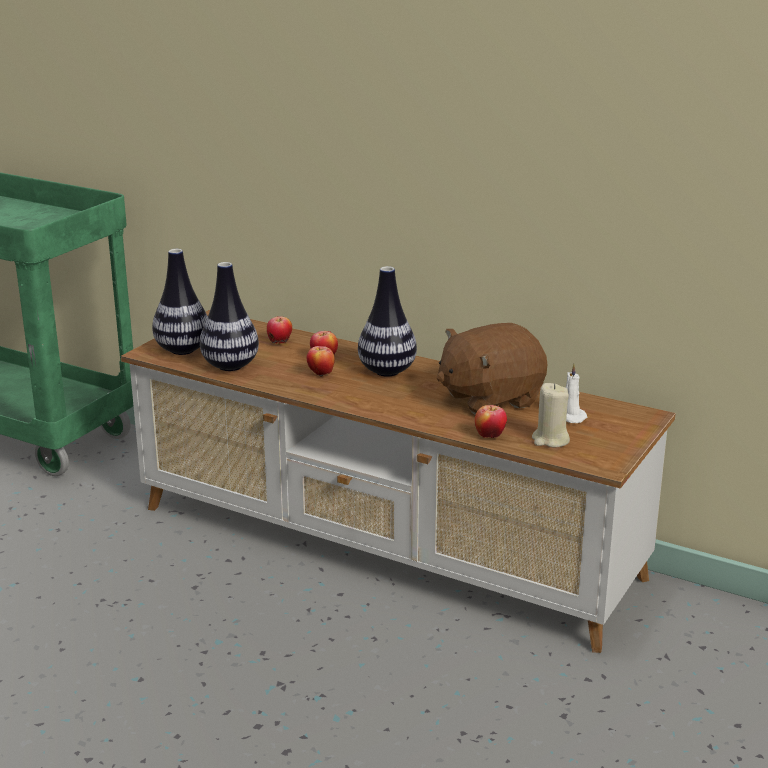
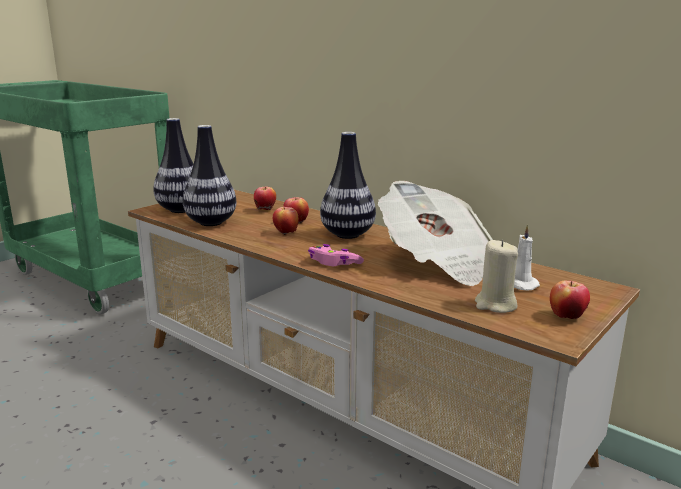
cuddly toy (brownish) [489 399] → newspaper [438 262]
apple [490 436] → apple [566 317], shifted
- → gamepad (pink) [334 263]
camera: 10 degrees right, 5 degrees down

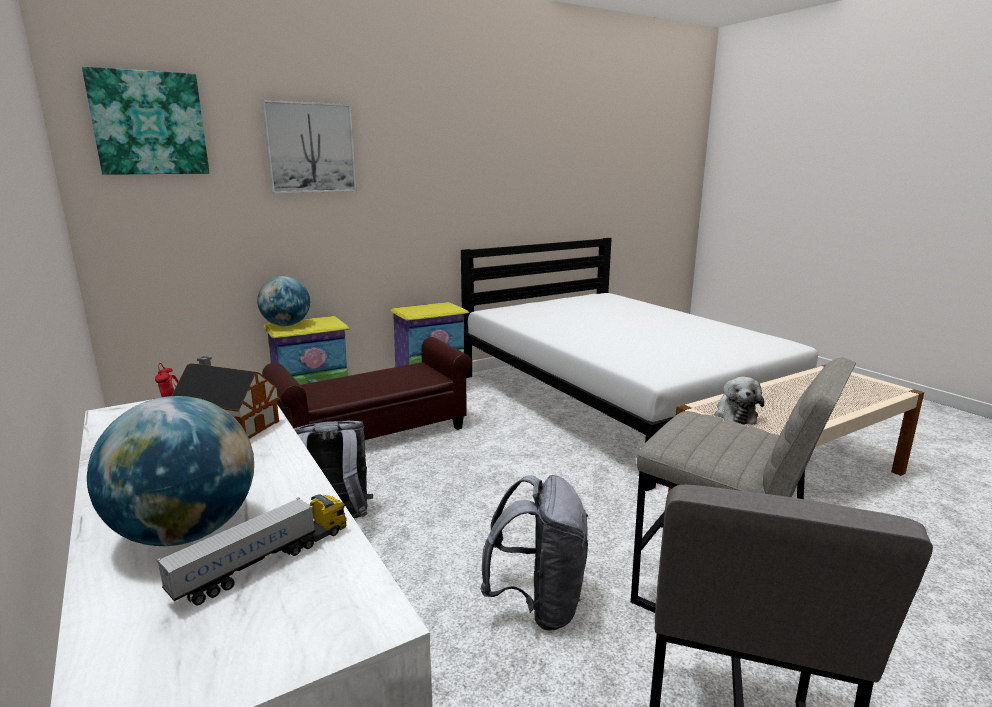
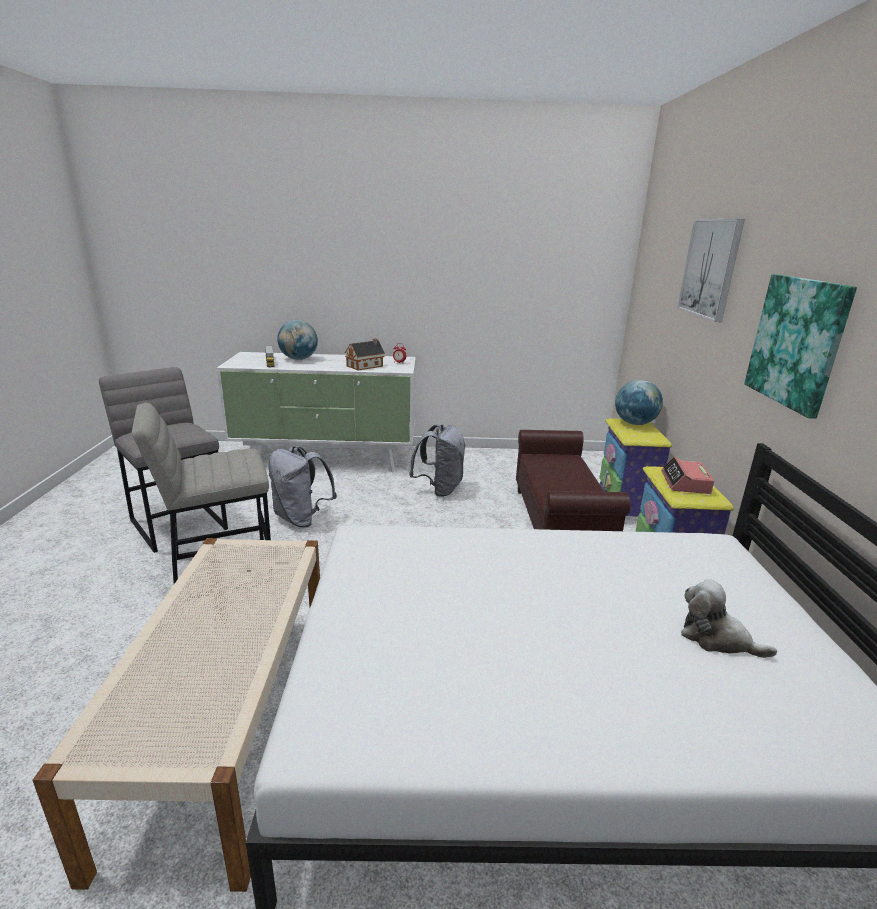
wall picture [149 123] → wall picture [797 342], shifted
cuddly toy [735 414] → cuddly toy [716 638], shifted
- → table clock [685 483]
camera: 120 degrees right, 5 degrees up

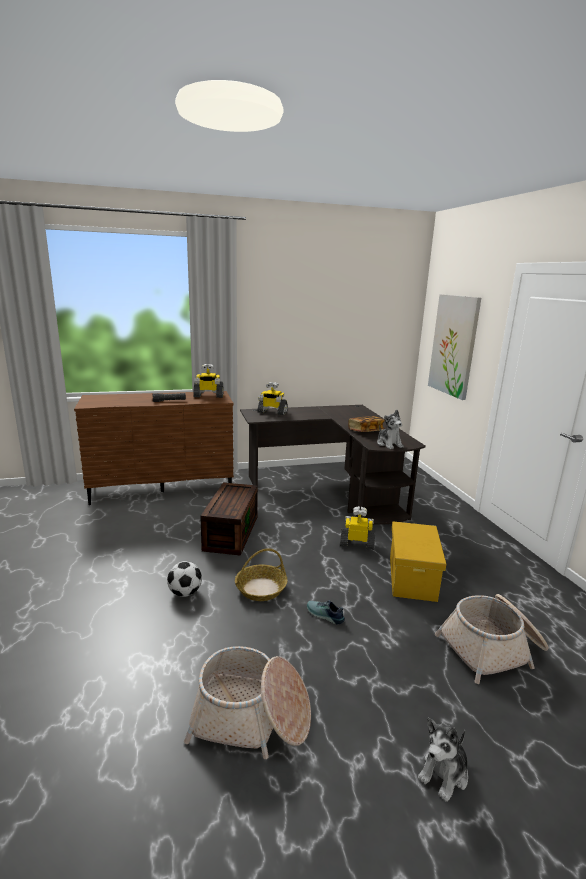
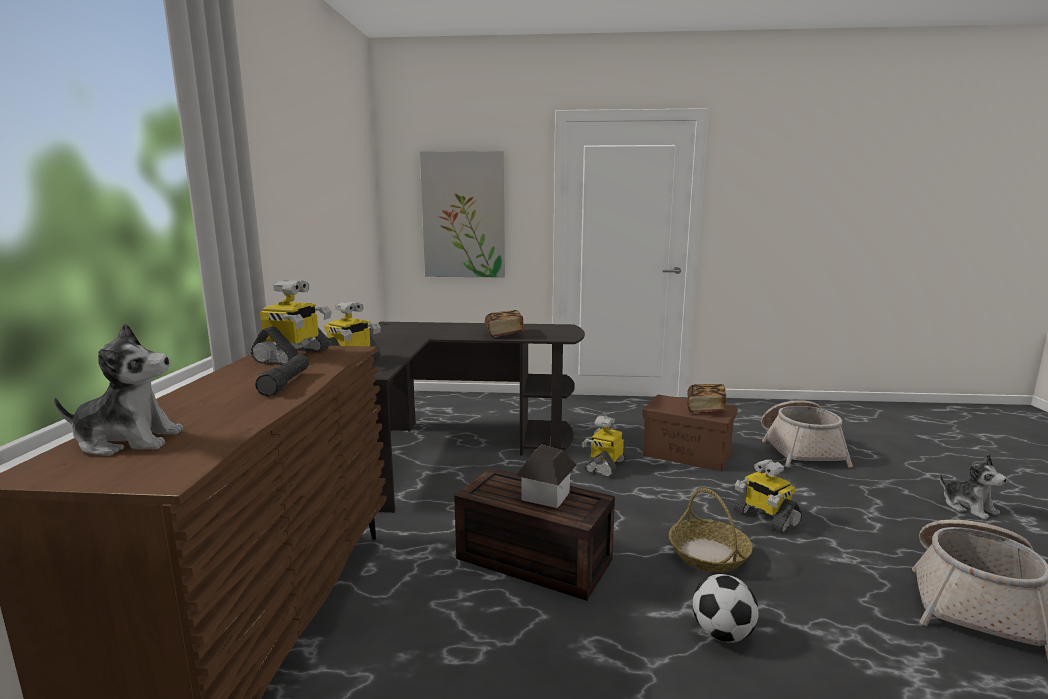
item of footwear [324 615] → model robot [765 518]
cuddly toy [389 444] → cuddly toy [128 441], shifted
storage container (yellow) [412 578] → storage container (brownish) [688 454]
- → toy house [546 495]
- → volume [705 408]
camera: 70 degrees left, 5 degrees down

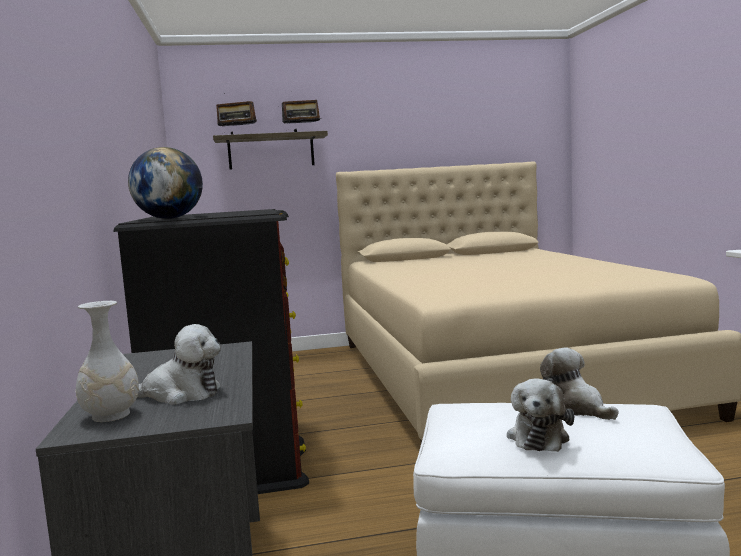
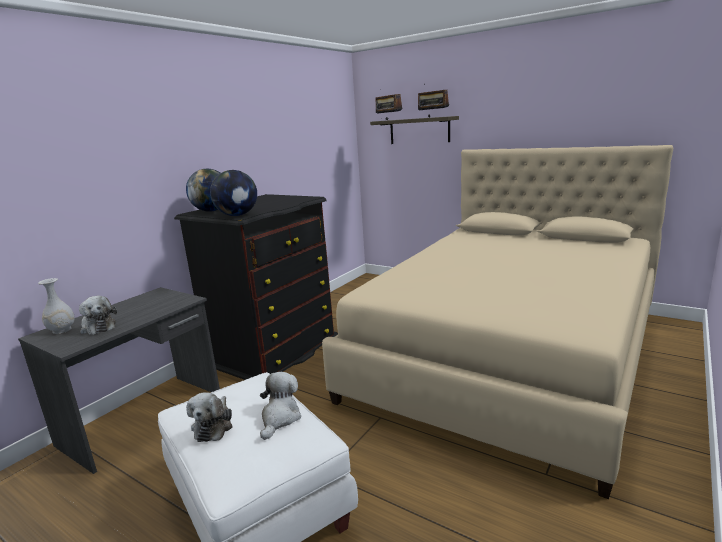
cuddly toy [538 437] → cuddly toy [213 426], 60 degrees counterclockwise
- → world globe [237 215]
camera: 45 degrees right, 10 degrees up

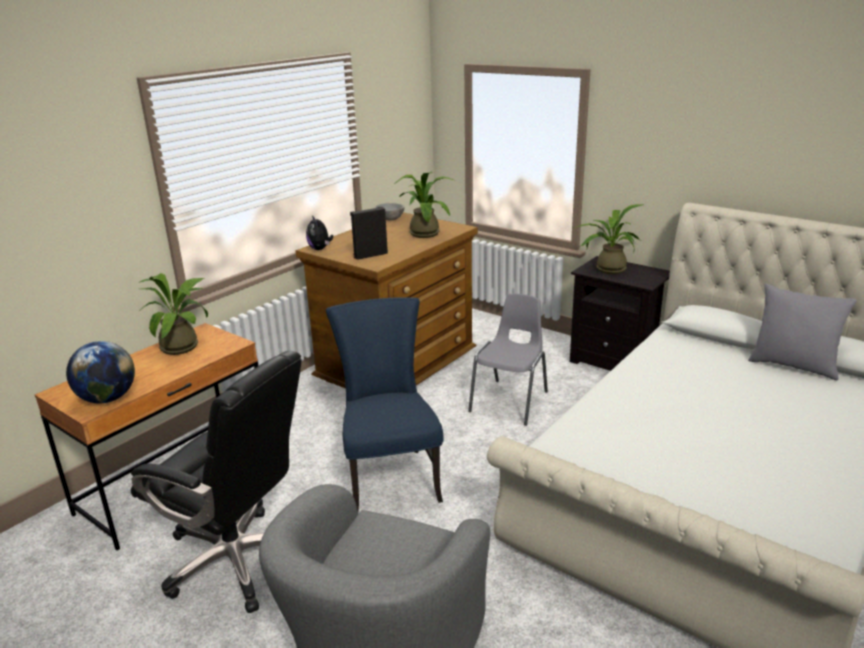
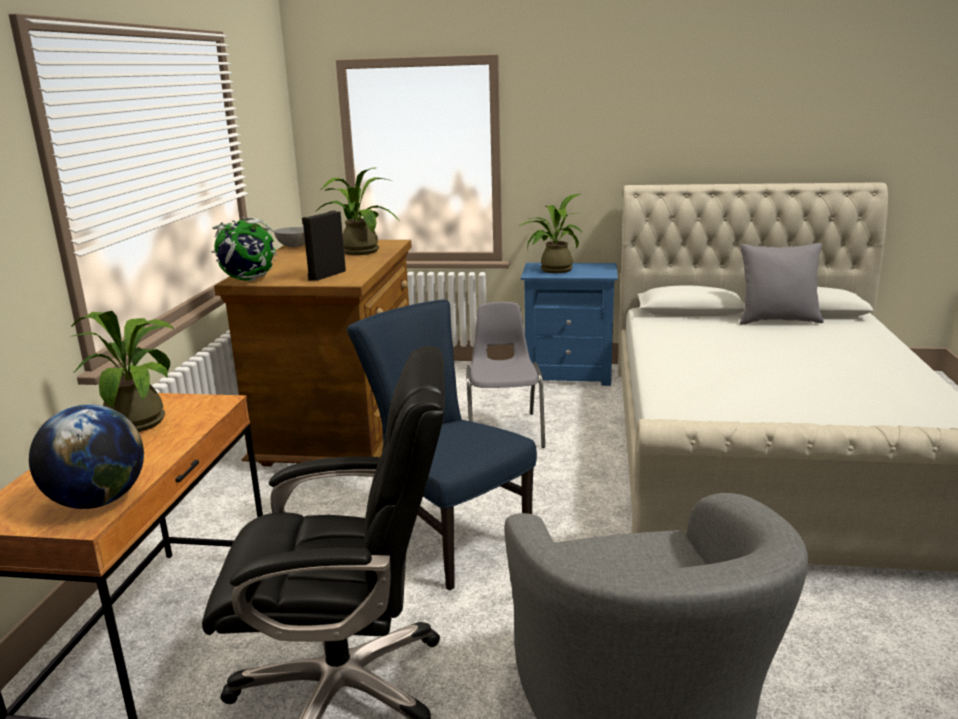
cuddly toy [320 249] → world globe [248 279]
bedside table (black-coloured) [615 362] → bedside table (bluish) [569 374]
camera: 30 degrees left, 5 degrees down

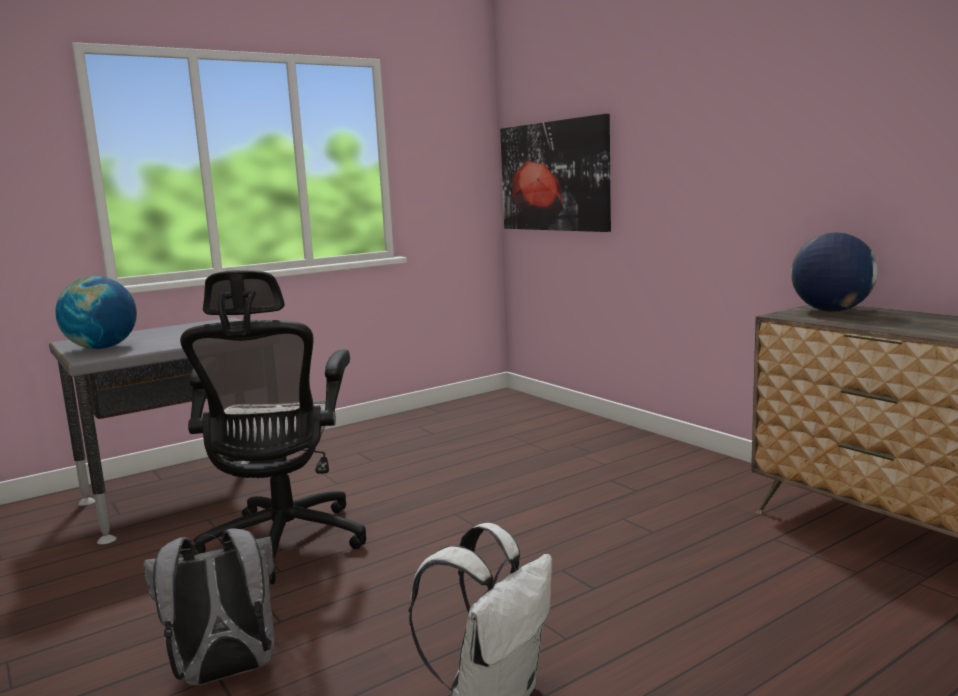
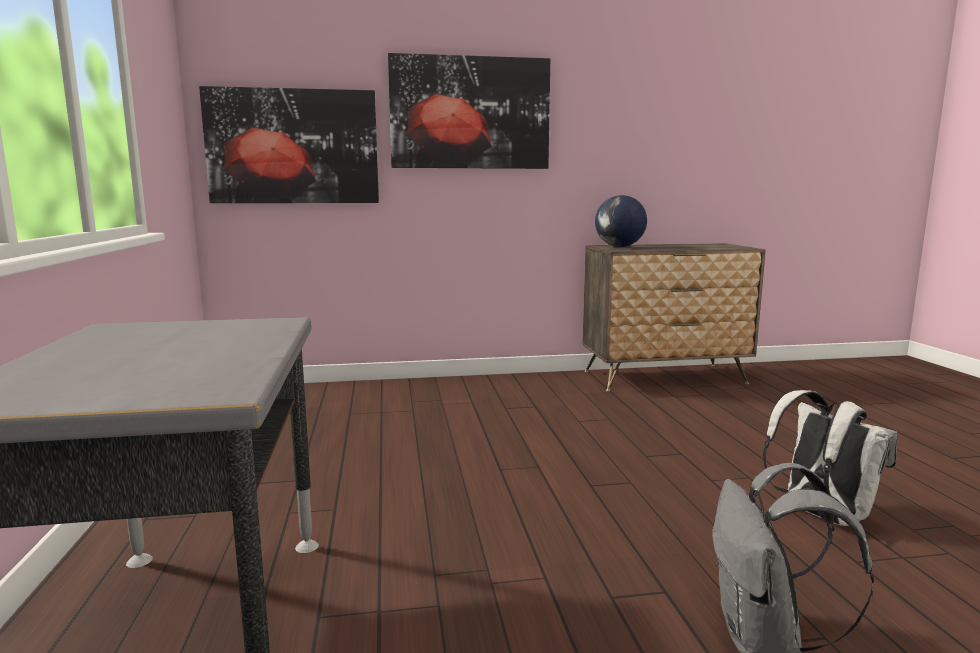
world globe [102 348] → -
computer chair [285 543] → -
- → wall picture [470 113]
camera: 65 degrees left, 0 degrees up

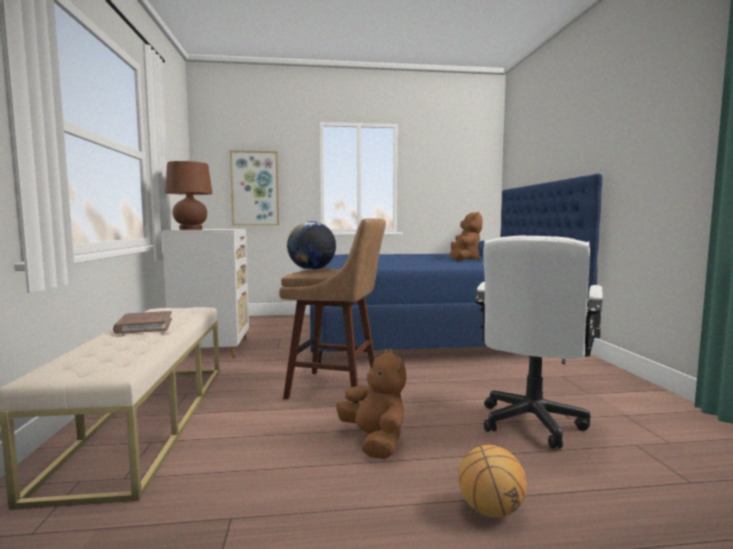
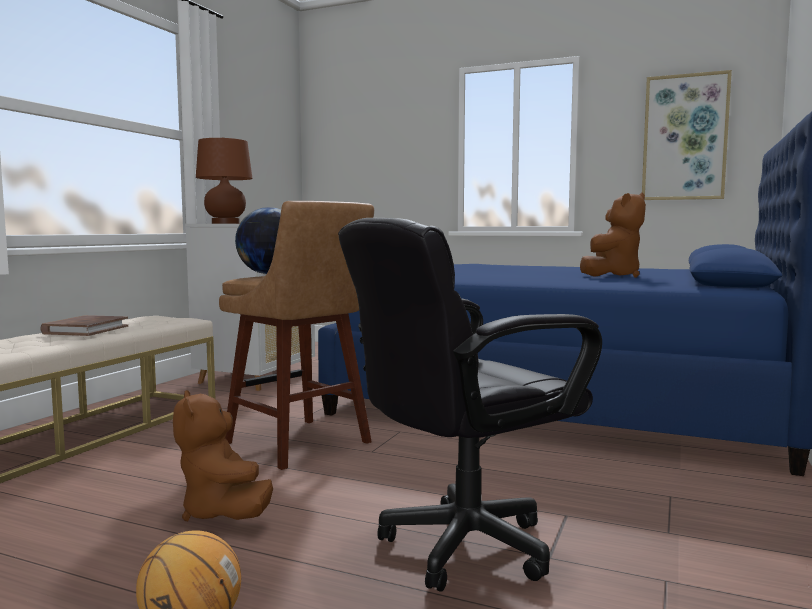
wall picture [255 188] → wall picture [685 137], shifted
cuddly toy (brownish) [375 442] → cuddly toy (brownish) [223 512], 150 degrees clockwise
computer chair (white-coloured) [531 426] → computer chair (black-coloured) [459 552]
camera: 30 degrees right, 0 degrees up

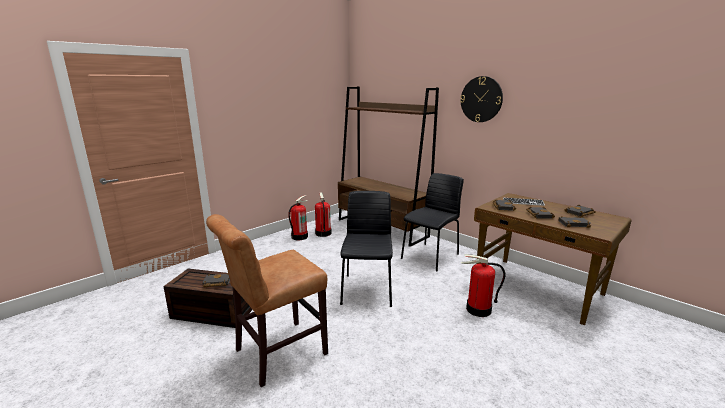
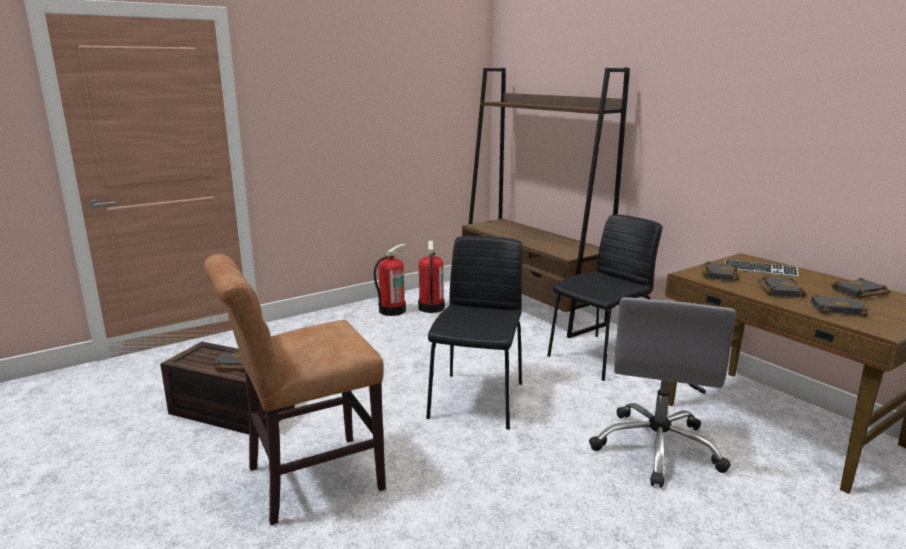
clock on the wall [481 99] → -
fire extinguisher [478 310] → computer chair (greyish) [657 448]
camera: 10 degrees right, 0 degrees up

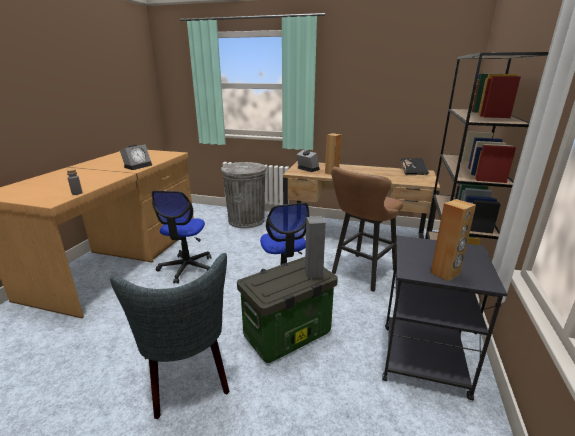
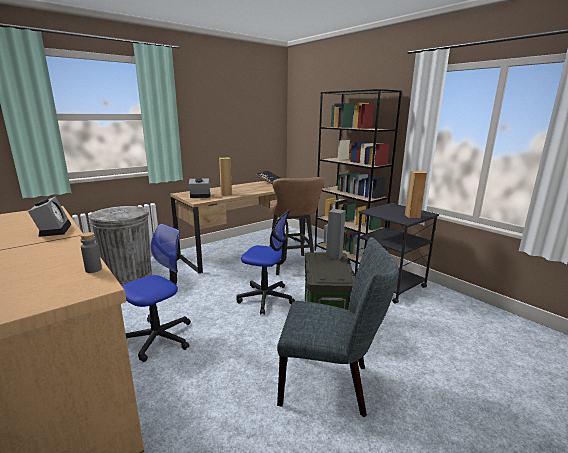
computer chair [187 268] → computer chair [158 338], 90 degrees counterclockwise
camera: 55 degrees left, 5 degrees down

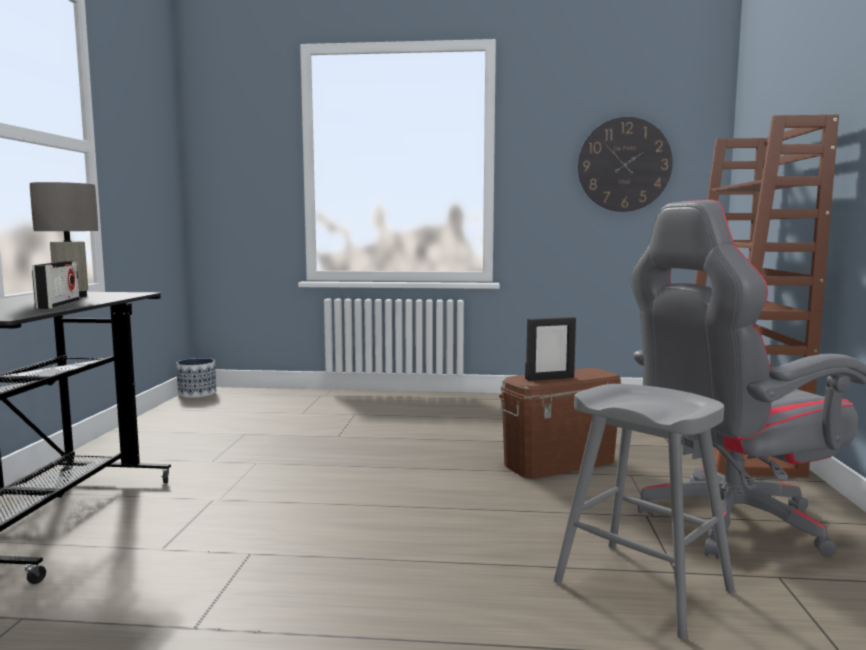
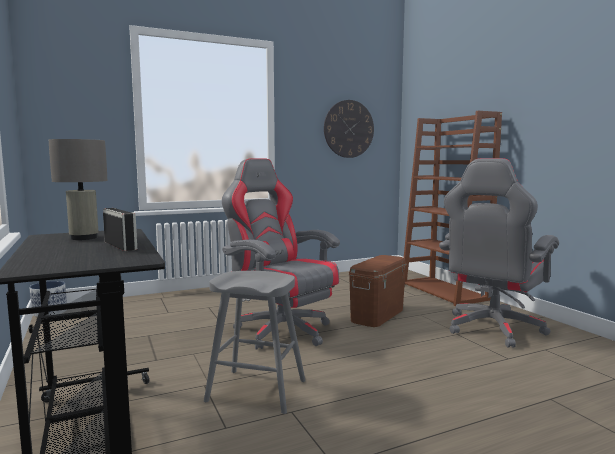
standing frame [549 378] → -
sitting stool (greyish) [642 586] → sitting stool (greyish) [256 391], shifted
- → computer chair (greyish) [283 331]
camera: 30 degrees left, 0 degrees up

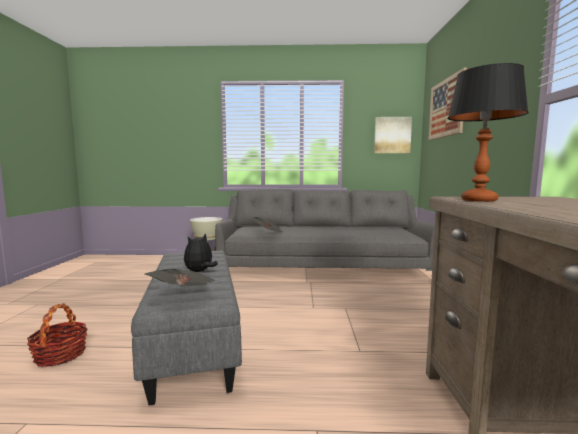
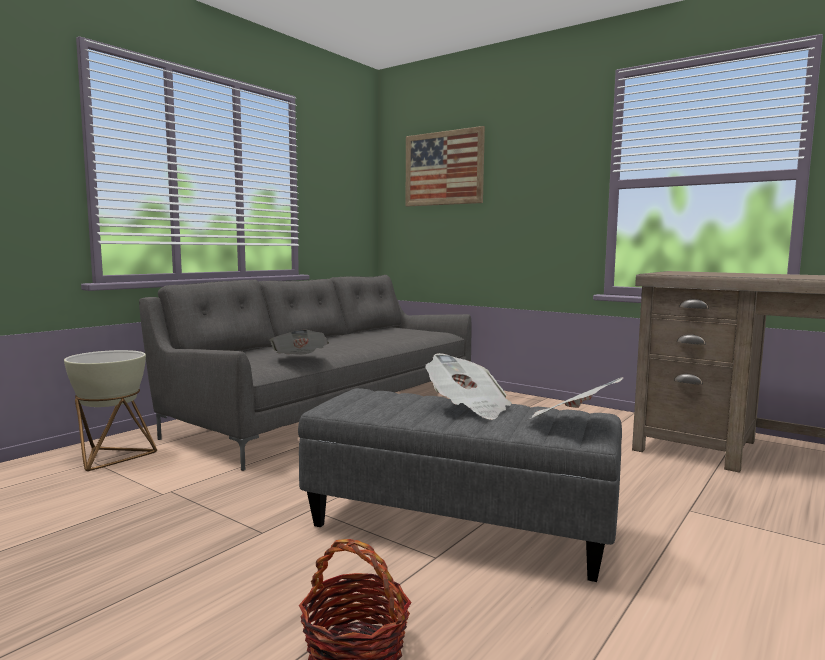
cuddly toy [200 272] → newspaper [468 408]
wall picture [392 135] → -
lamp for a table [478 200] → -
camera: 55 degrees left, 0 degrees up

